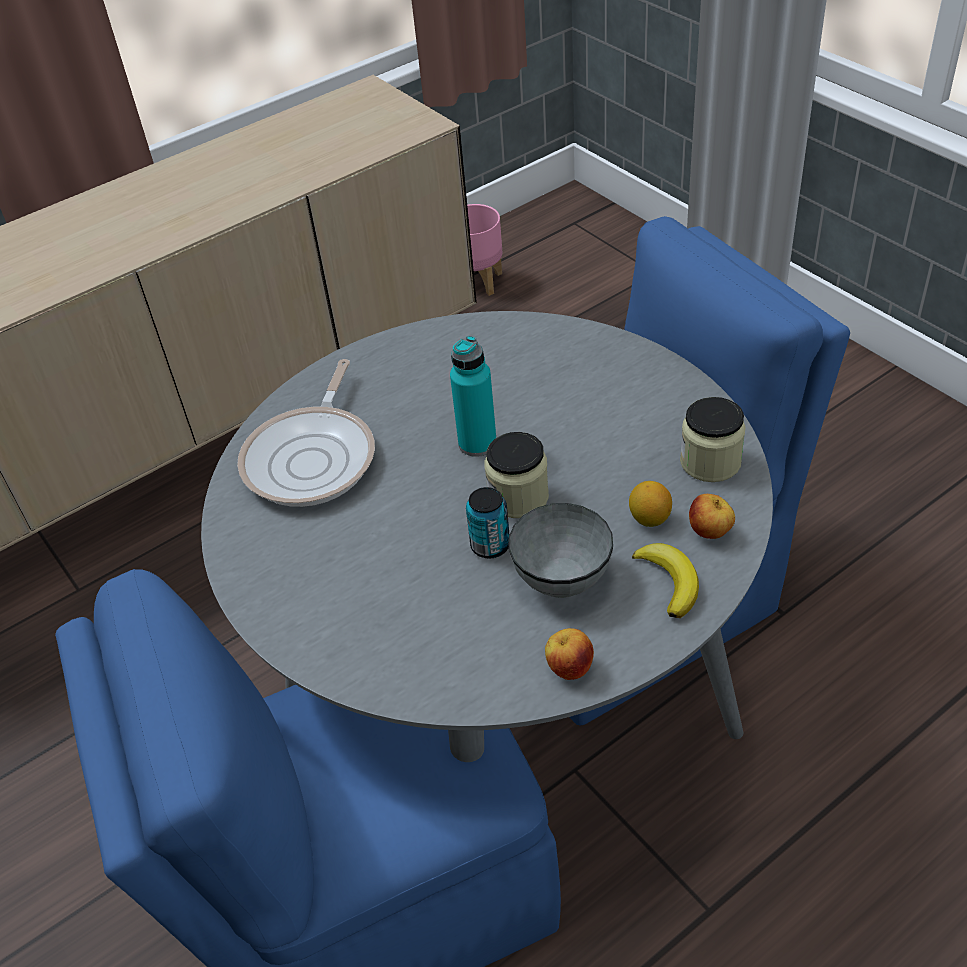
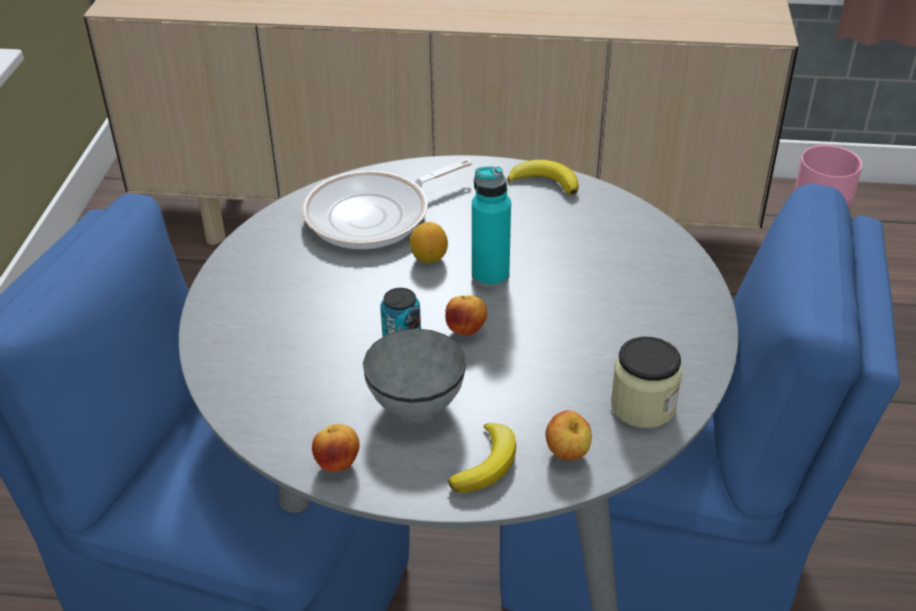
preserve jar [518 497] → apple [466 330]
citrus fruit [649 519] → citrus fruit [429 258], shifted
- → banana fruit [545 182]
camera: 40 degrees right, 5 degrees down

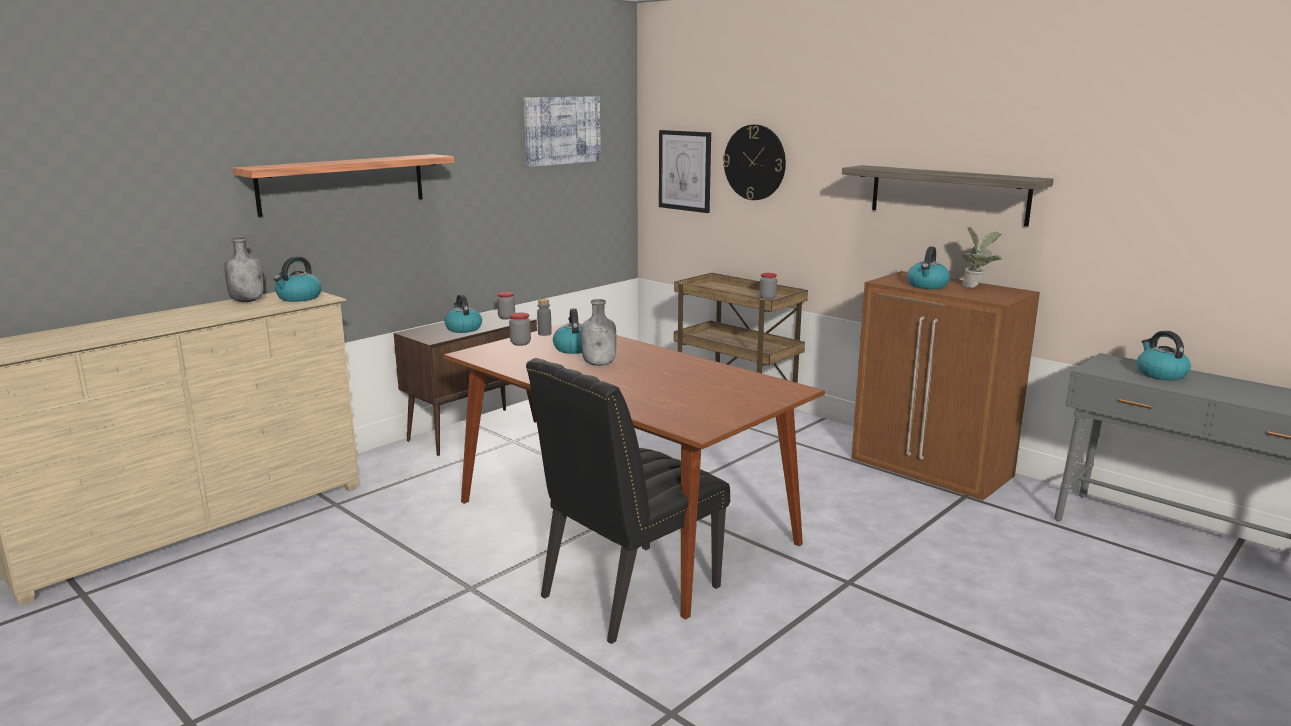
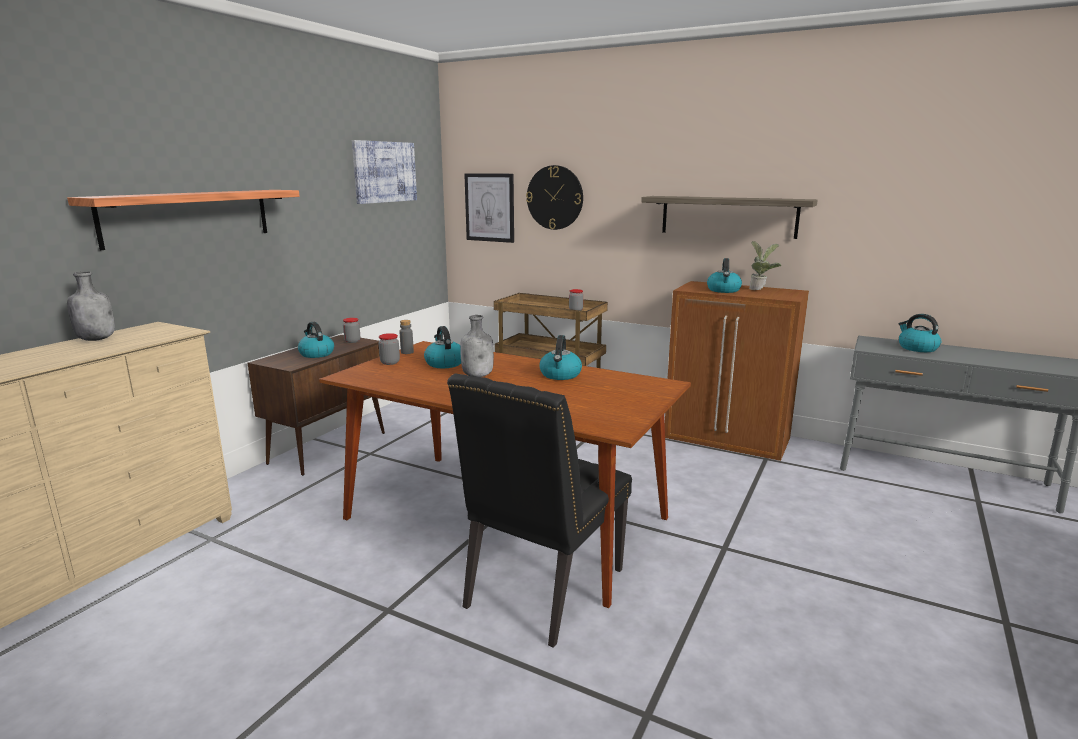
water kettle [299 298] → water kettle [560 375], shifted
camera: 15 degrees left, 0 degrees up

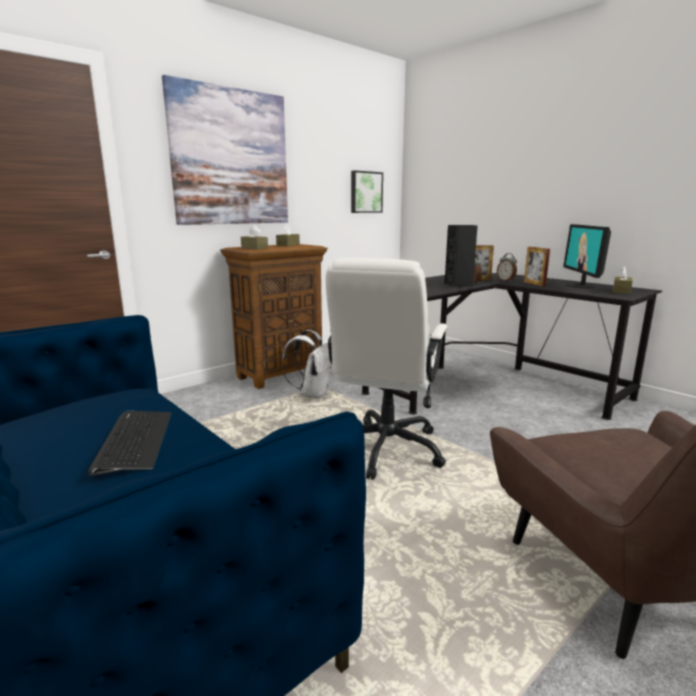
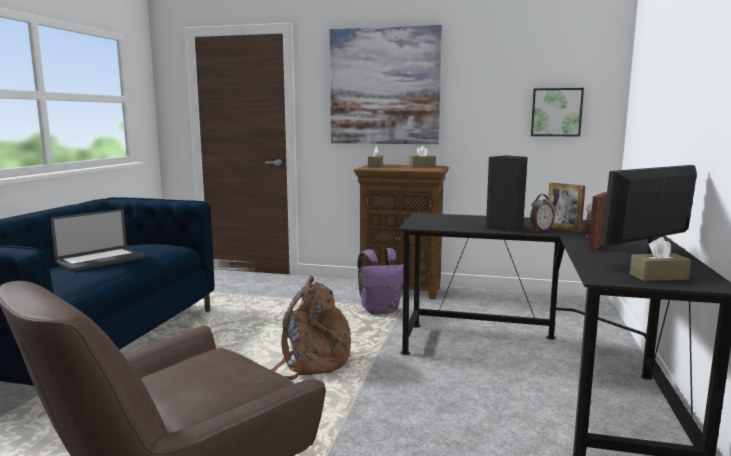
keyboard [134 441] → notebook computer [101 261]
rucksack (white-coloured) [312 394] → rucksack (purple) [380 310]
computer chair (white-coloured) [385 452] → rucksack (brownish) [310 362]
camera: 55 degrees right, 5 degrees down

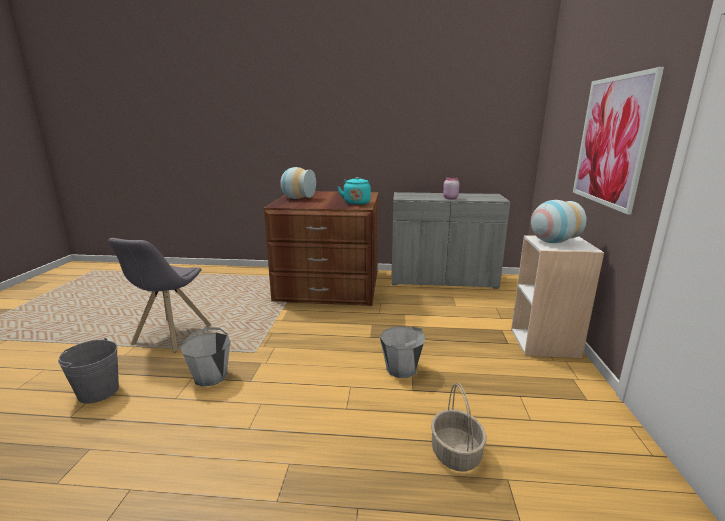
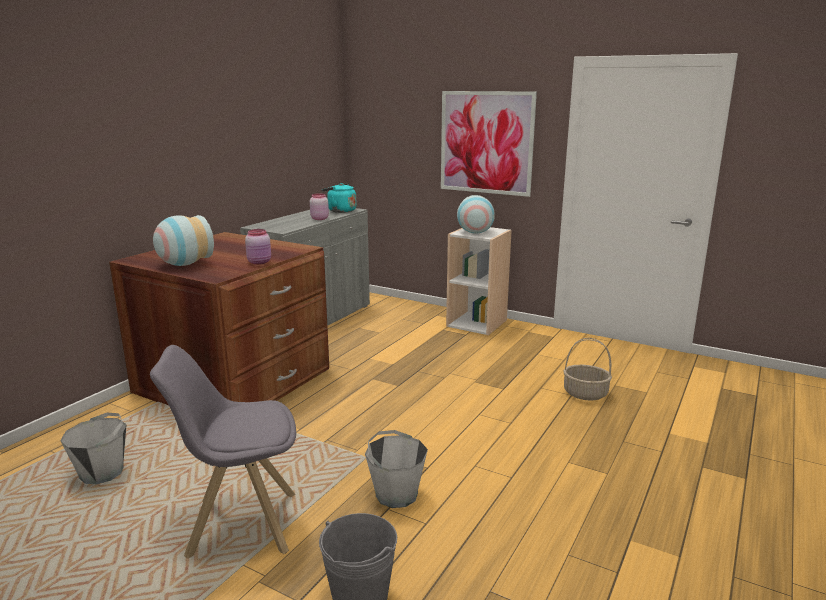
chair (greyish) [171 335] → chair (greyish) [242 524], 135 degrees clockwise
water kettle (blue-green) [356 203] → water kettle (blue-green) [340 211], shifted
bucket (greyish) [401 369] → bucket (greyish) [102 473], shifted
- → preserve jar (pink) [260 262]
camera: 65 degrees left, 0 degrees up

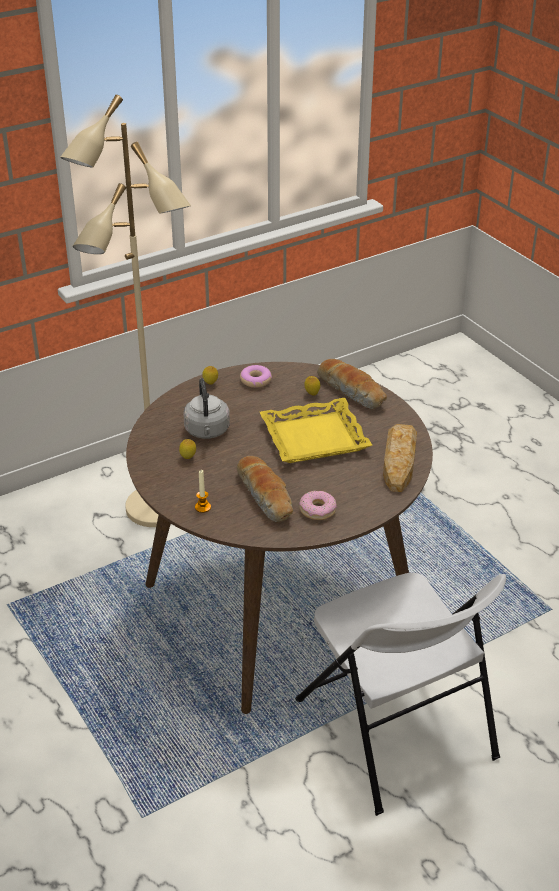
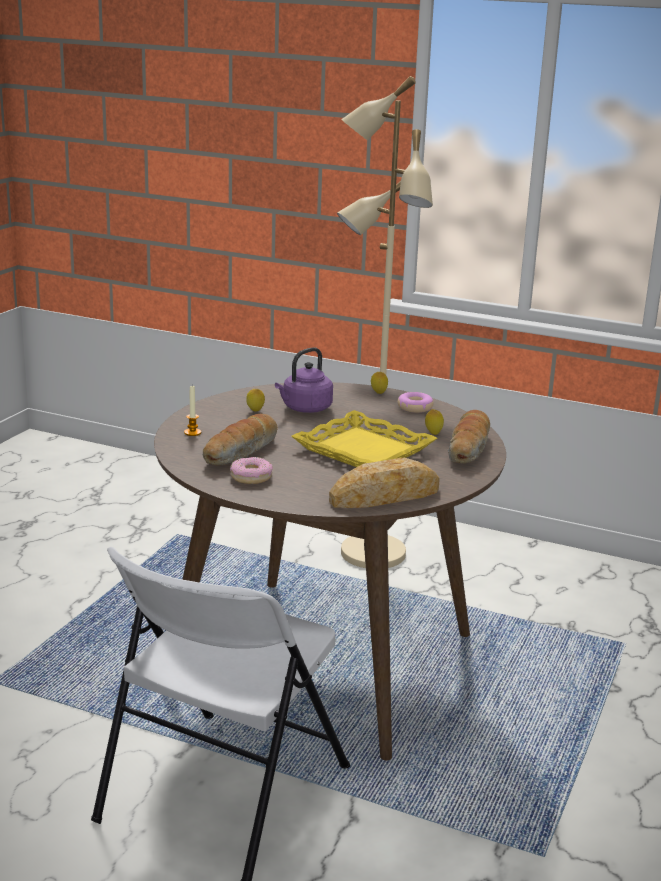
water kettle (greyish) [207 432] → water kettle (purple) [305 409]
camera: 55 degrees right, 15 degrees down

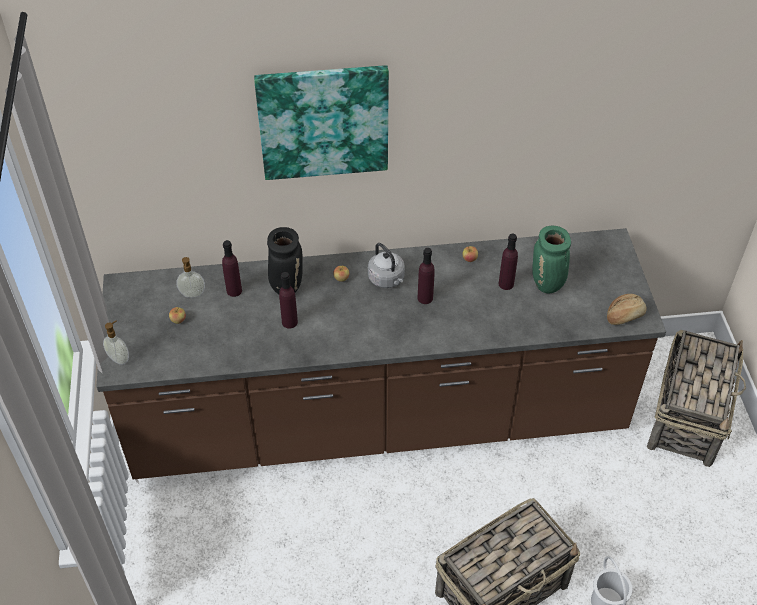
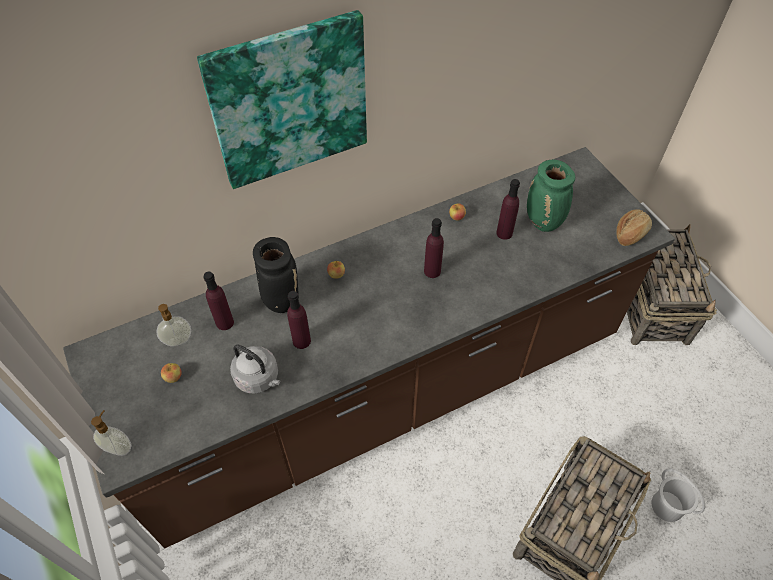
water kettle (greyish) [387 279] → water kettle (greyish) [259 378], shifted
camera: 20 degrees left, 5 degrees up

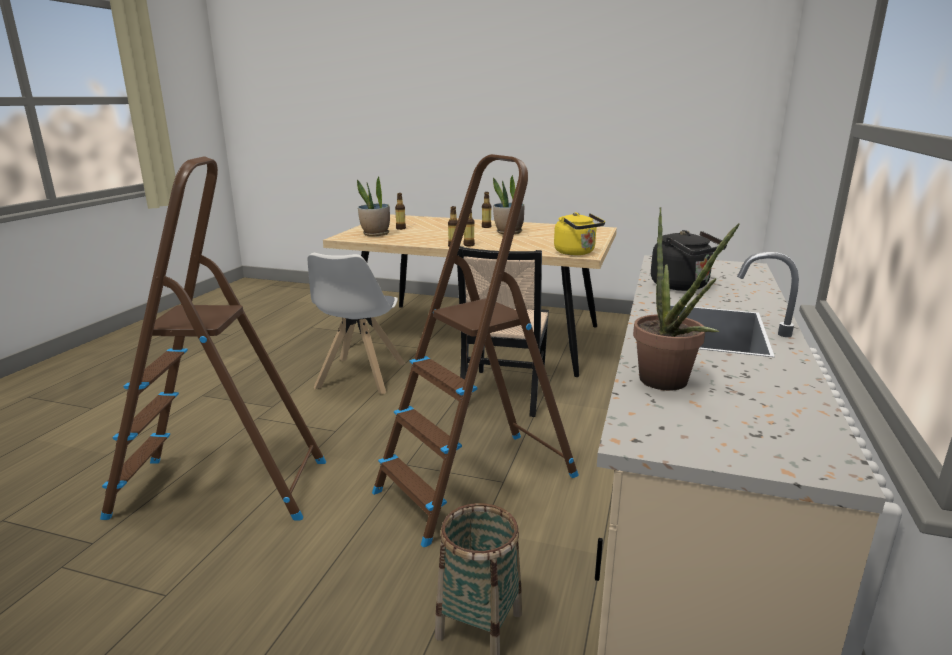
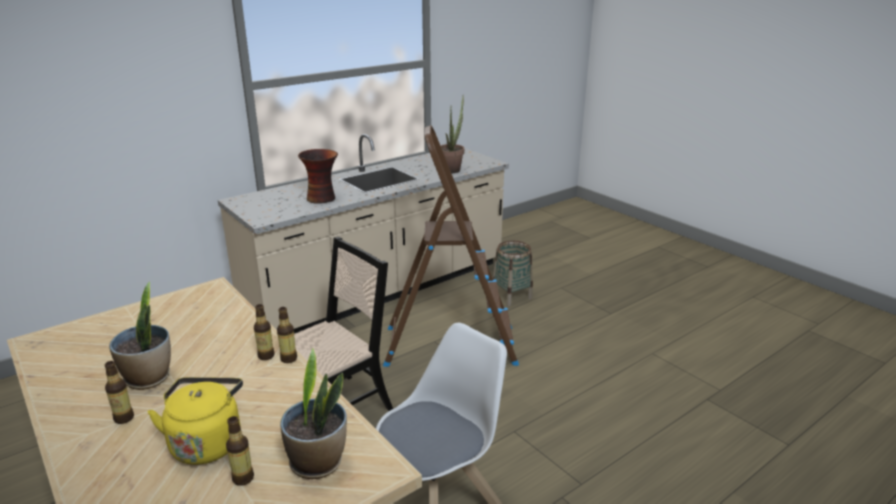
stepladder (brownish) [219 488] → -
water kettle (yellow) [576 253] → water kettle (yellow) [207 442], shifted
water kettle (black-coloured) [683 286] → vase [322 198]
camera: 145 degrees left, 5 degrees up

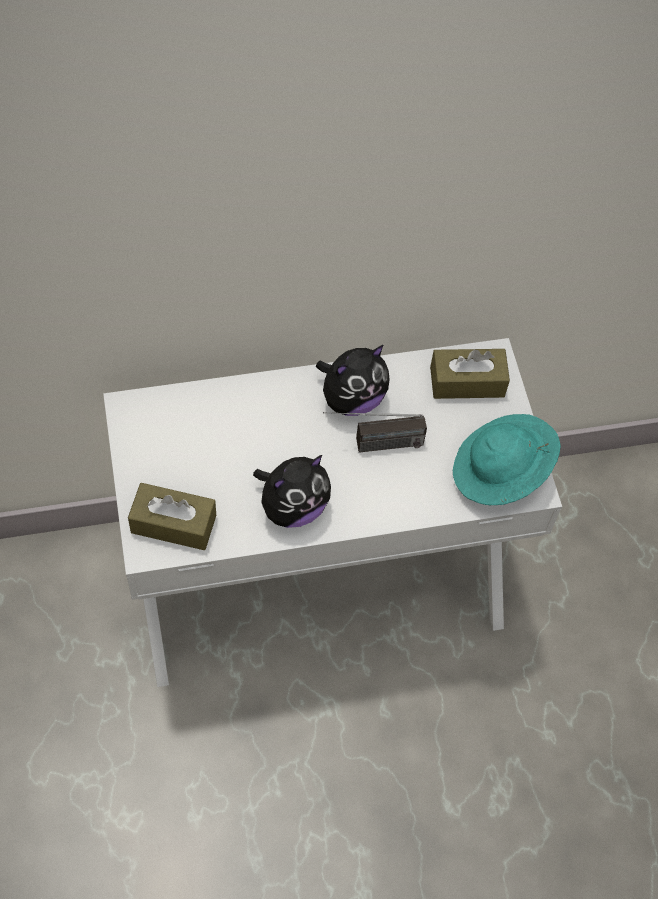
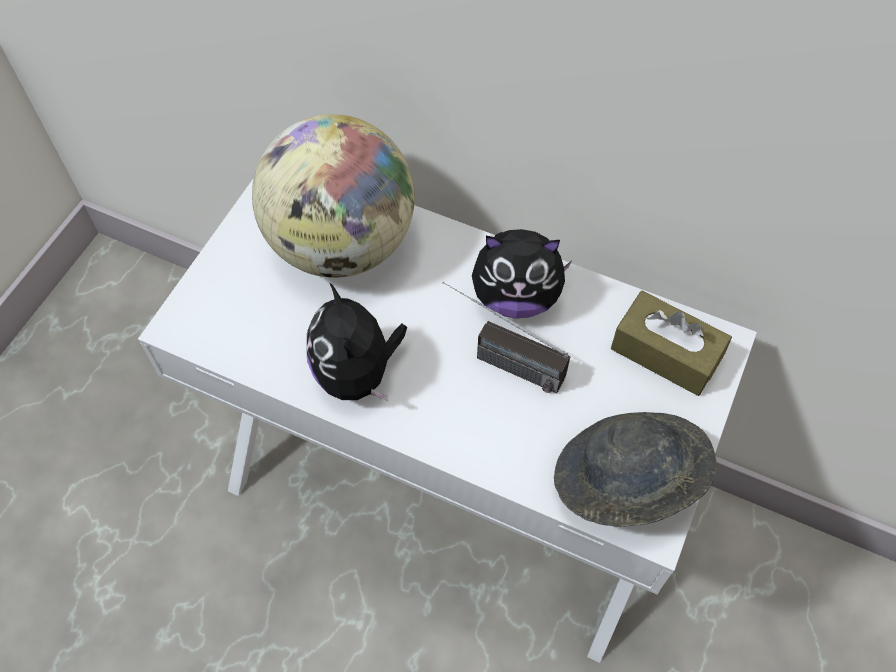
box of tissues (brownish) [173 524] → -
cuddly toy [292 507] → cuddly toy [357 373], 75 degrees clockwise
hat (blue-green) [500 473] → hat (greyish) [625 481]
- → world globe [341 244]
camera: 40 degrees right, 0 degrees up

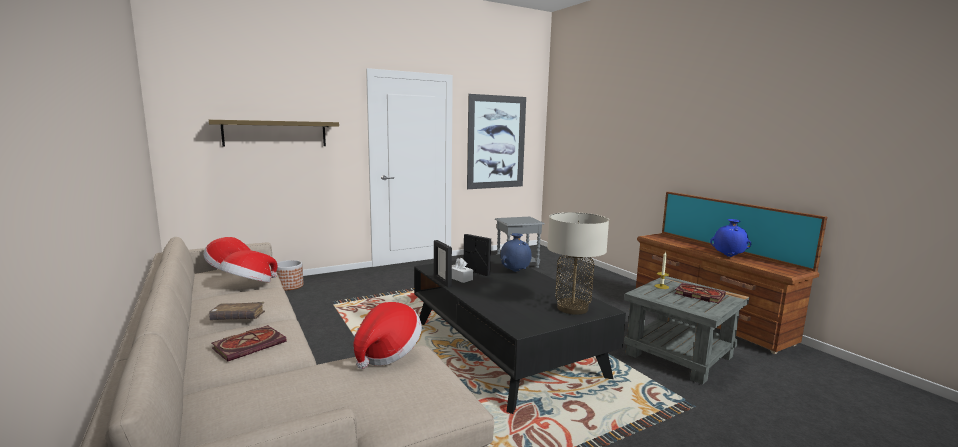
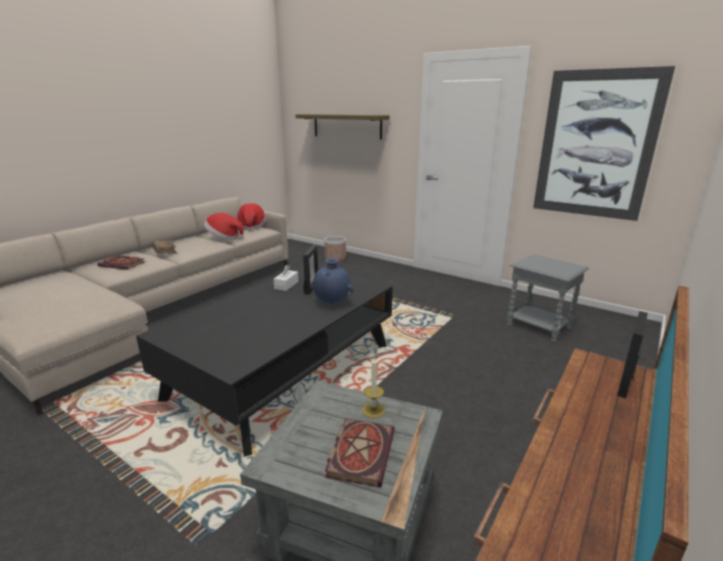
hat [387 353] → -
standing frame [443 282] → standing frame [626 383], shifted
lamp for a table [572 308] → -
vase (bluish) [728 256] → -
camera: 65 degrees right, 10 degrees up

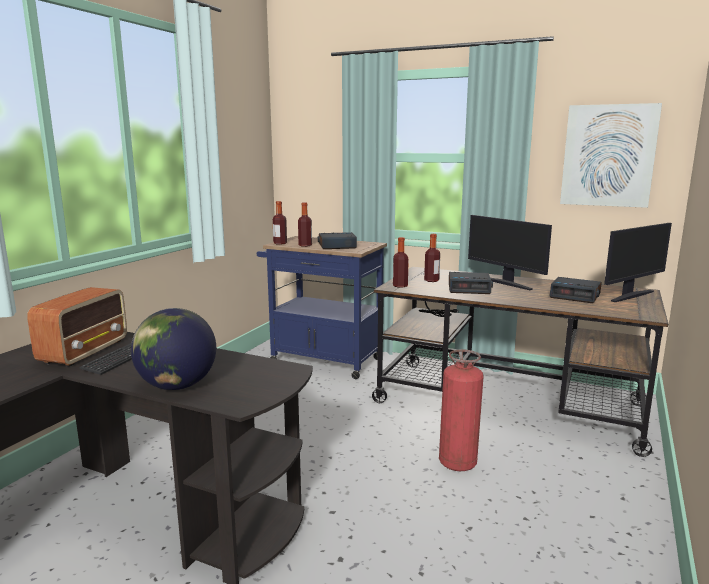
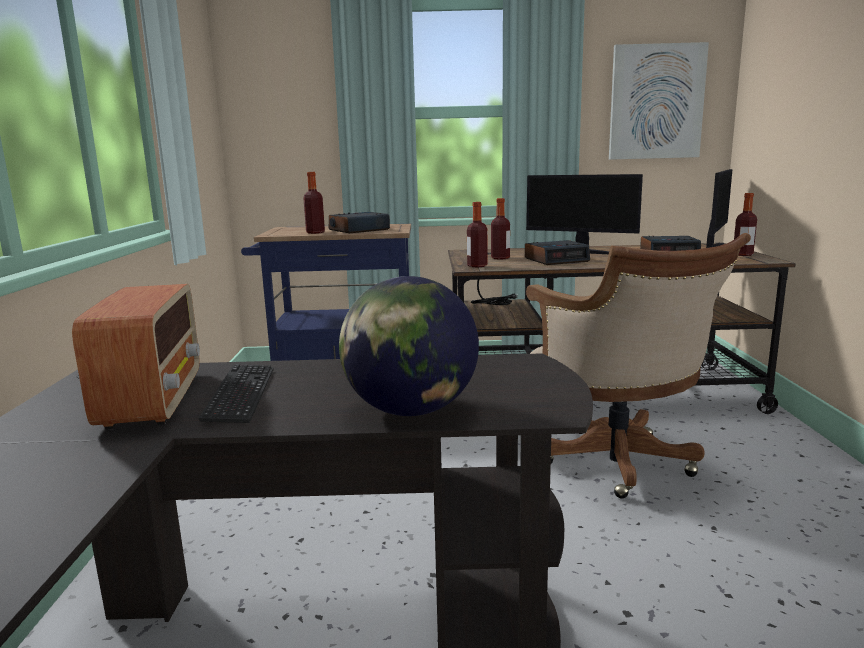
beverage bottle [280 243] → beverage bottle [742 254], shifted
fire extinguisher [457 463] → computer chair [621 464]
camera: 25 degrees left, 0 degrees up

